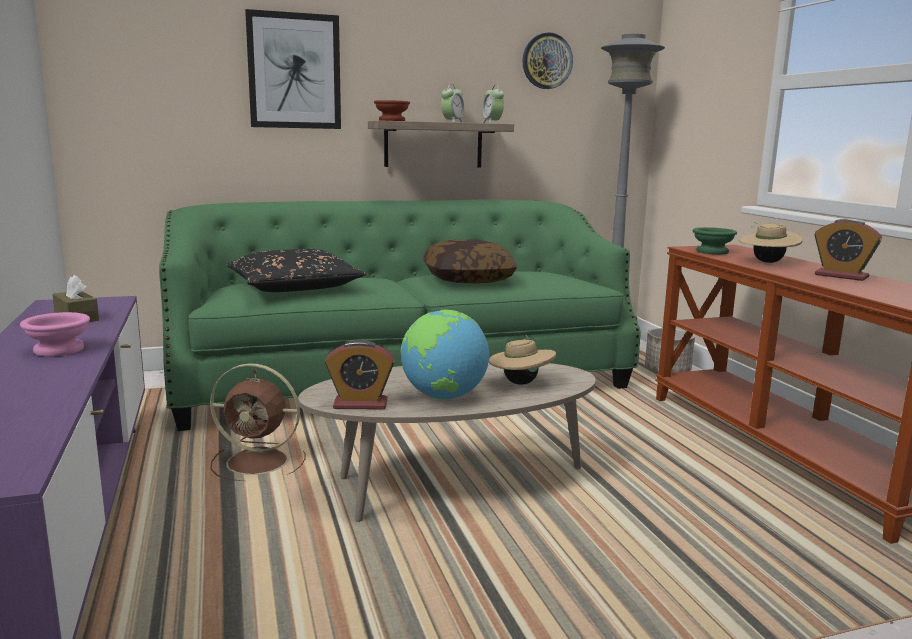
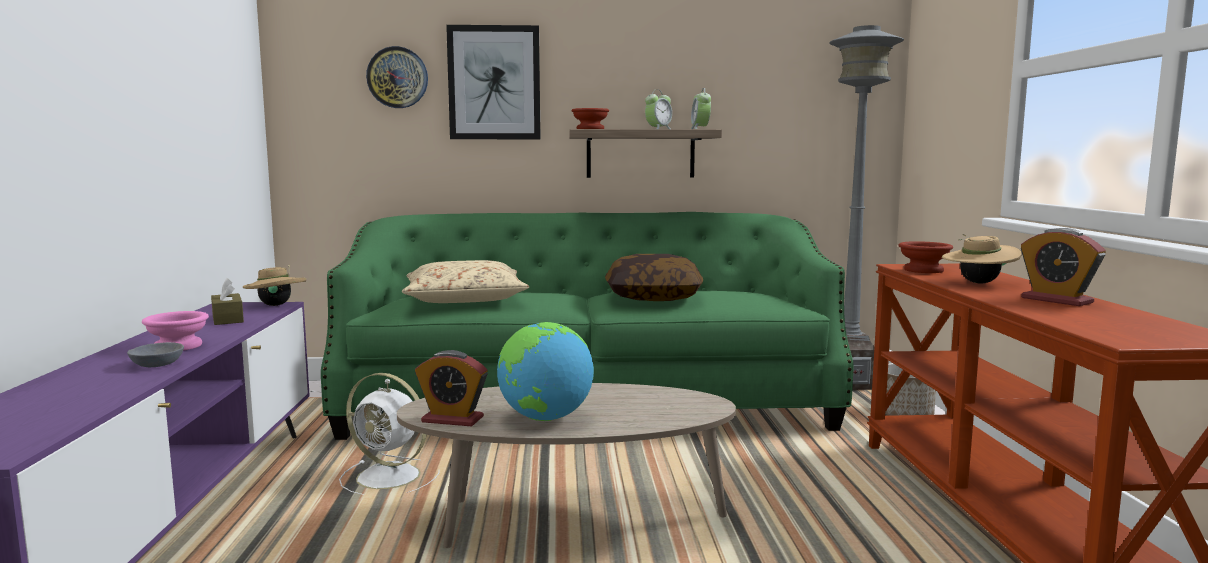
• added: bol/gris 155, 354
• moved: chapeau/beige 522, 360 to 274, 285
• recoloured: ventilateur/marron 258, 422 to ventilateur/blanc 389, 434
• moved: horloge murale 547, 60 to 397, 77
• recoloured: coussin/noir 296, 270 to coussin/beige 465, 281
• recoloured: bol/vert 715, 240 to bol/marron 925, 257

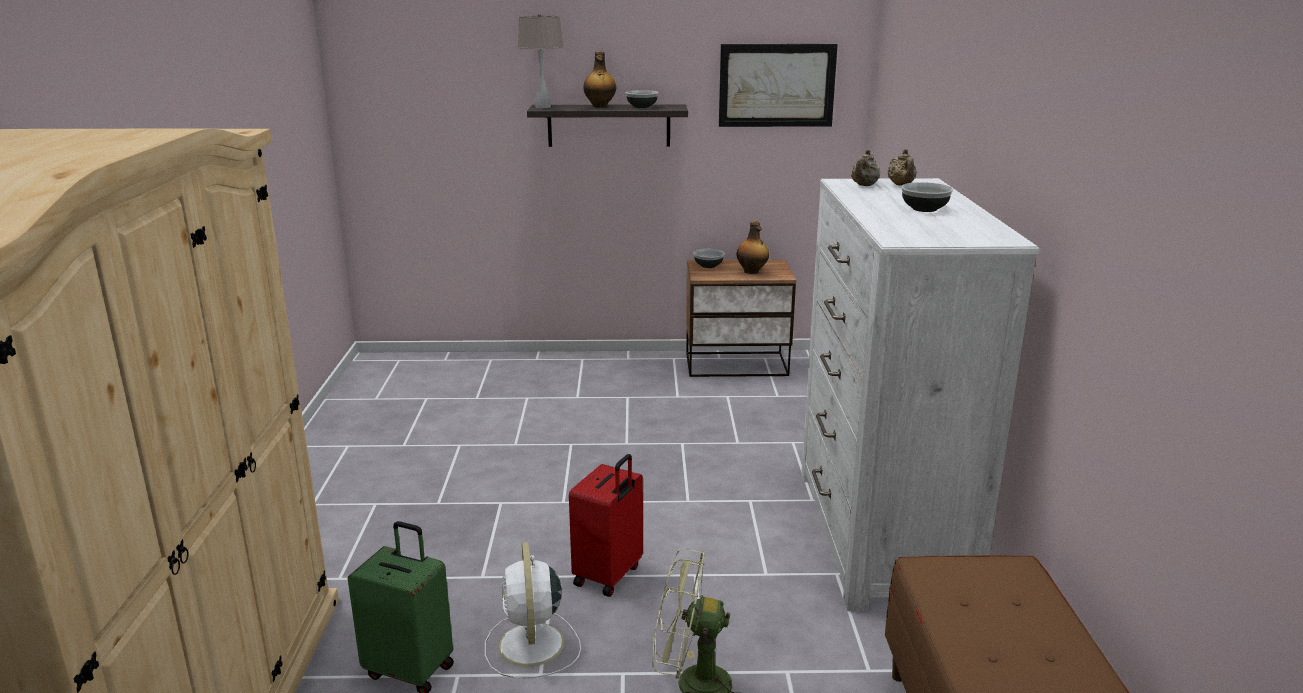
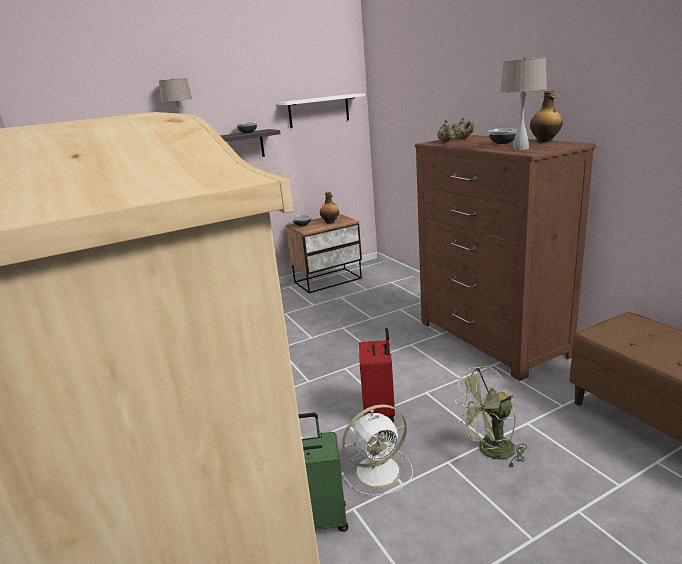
• replaced: tableau 778, 85 to étagère/blanc 321, 110
• turned: ventilateur/blanc 533, 610 = 377, 450 75 degrees counterclockwise
• recoloured: commode/blanc 920, 394 to commode/marron 505, 258
• added: lampe de table/beige 523, 103
• moved: bouteille 599, 79 to 546, 116

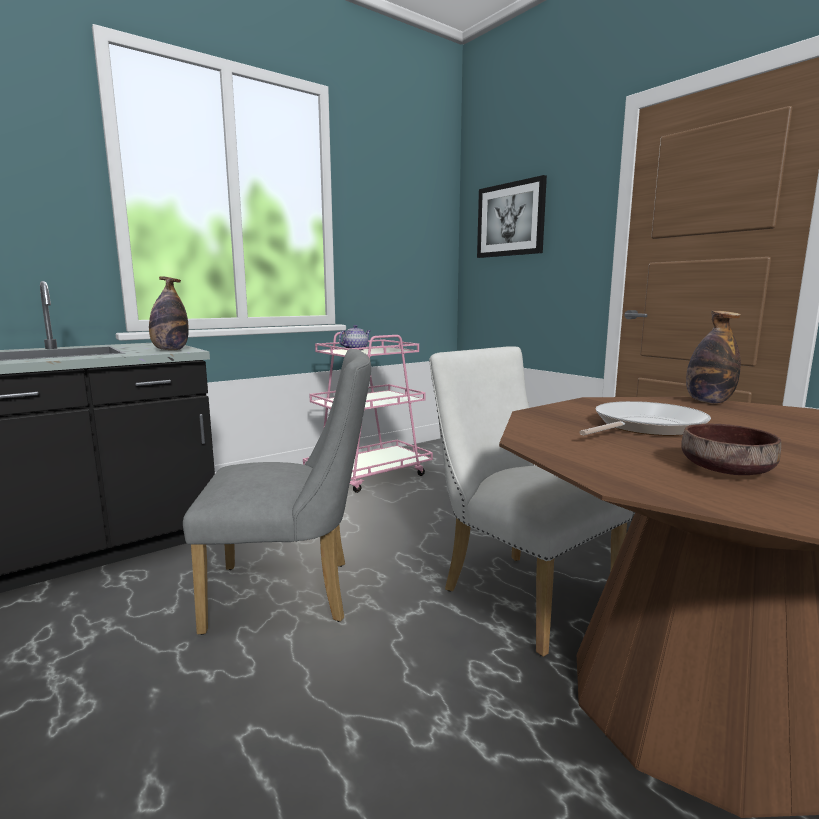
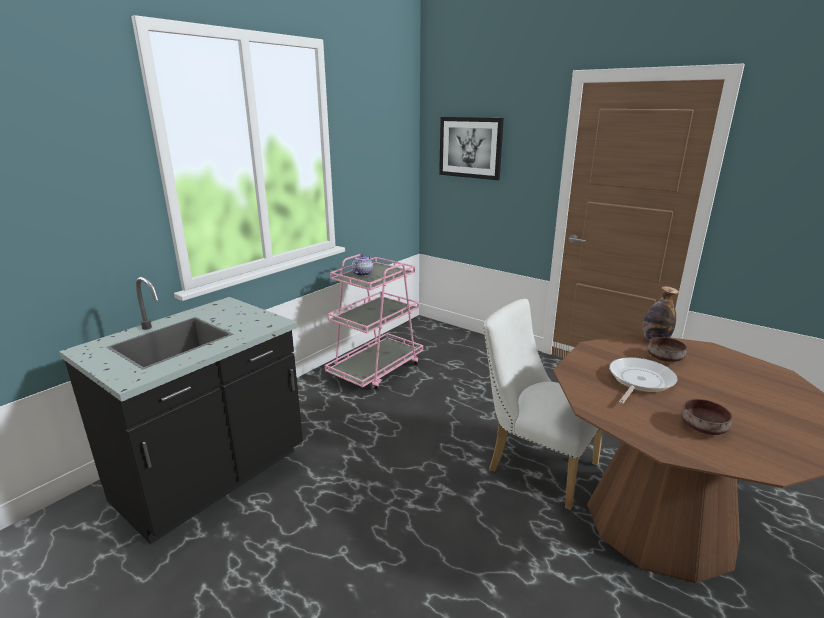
• added: bol/marron 667, 349
• removed: bouteille 169, 313
• removed: chaise/gris 277, 492

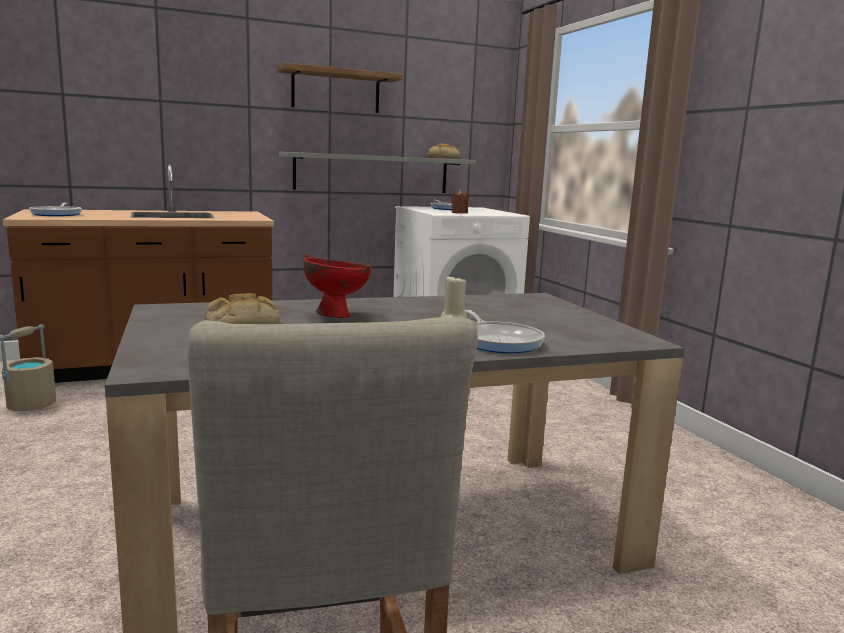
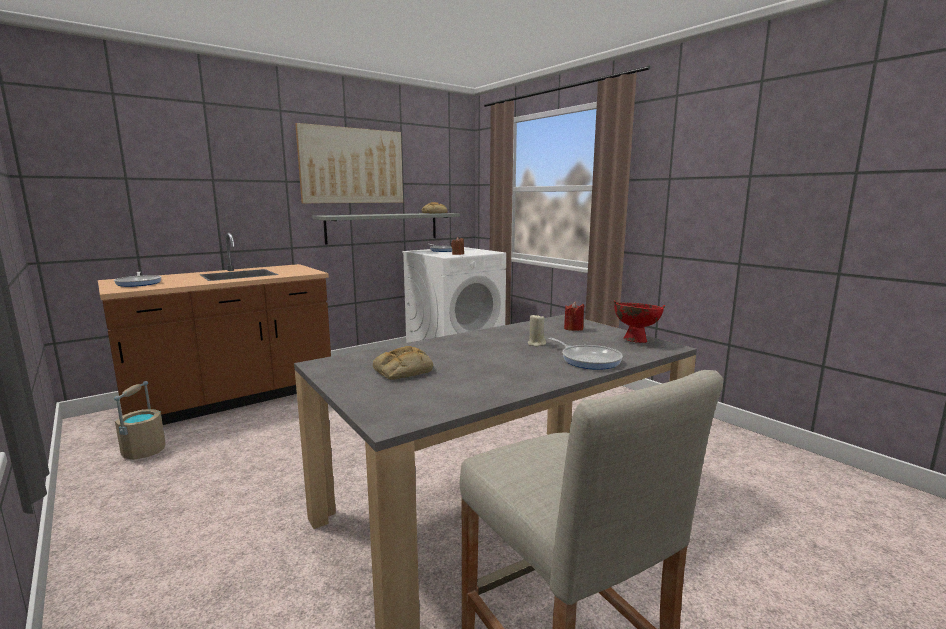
• replaced: étagère 340, 88 to tableau 349, 163
• added: bougie/rouge 574, 316
• moved: bol/rouge 337, 286 to 639, 321

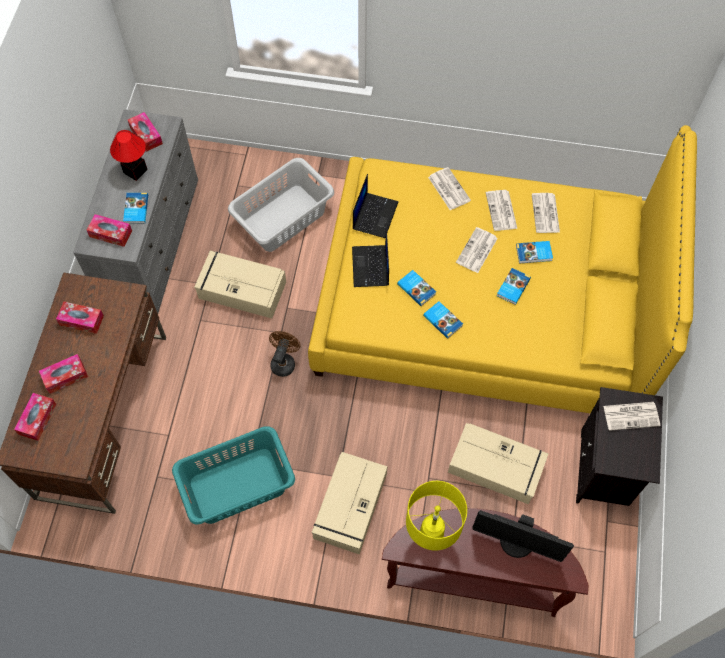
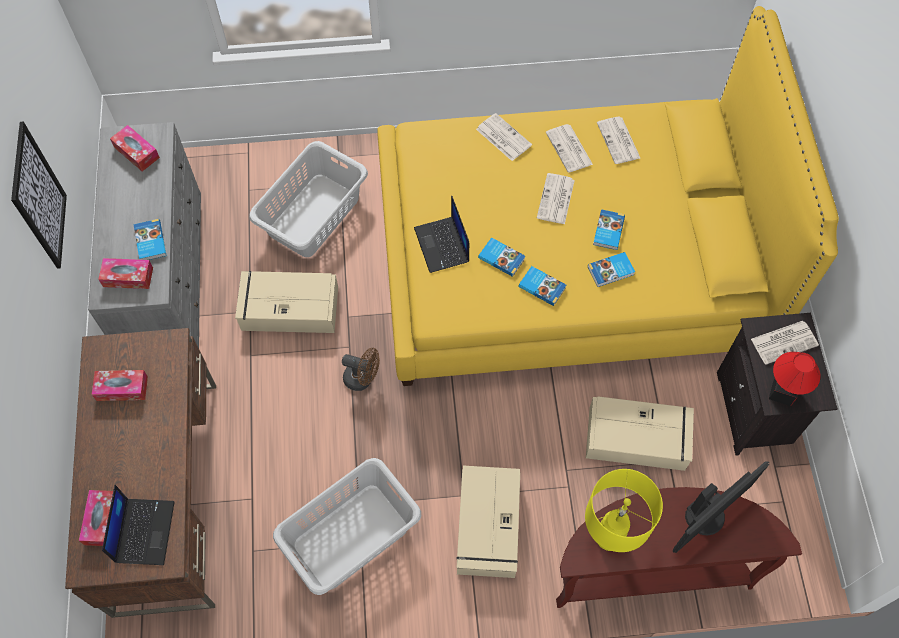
• added: tableau 39, 195
• moved: ordinateur portable 375, 206 to 138, 525
• recoloured: panier à linge/turquoise 233, 476 to panier à linge/gris 347, 526
• turned: ventilateur/marron 284, 354 = 361, 369 105 degrees clockwise
• moved: livre 534, 252 to 611, 269
• turned: écran d'ordinateur 523, 536 = 721, 507 45 degrees counterclockwise
• moved: lampe de table 129, 155 to 795, 379
• removed: boîte à mouchoirs 63, 374

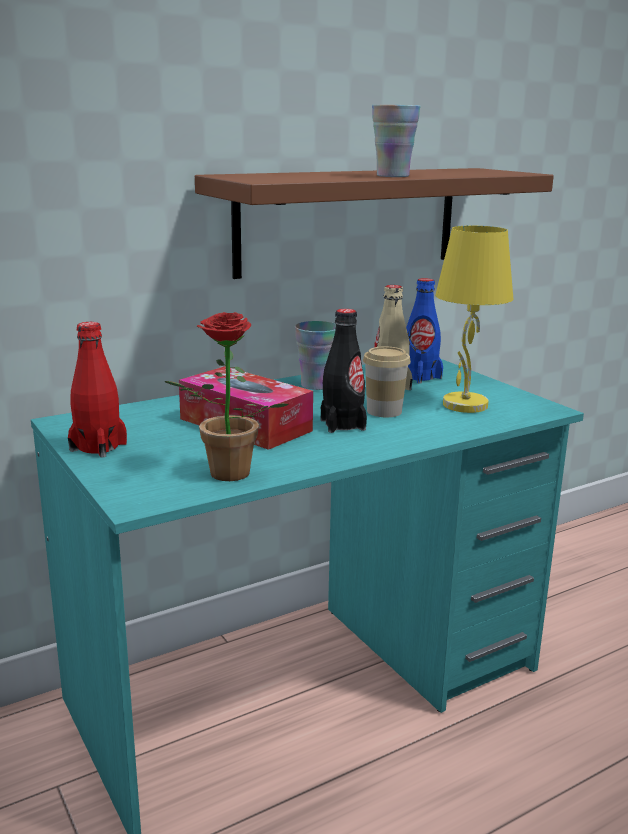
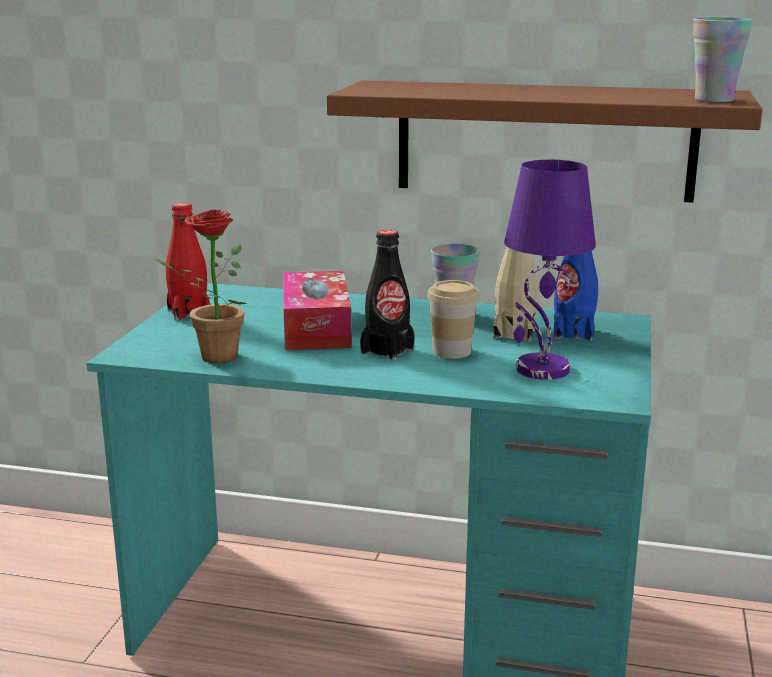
• recoloured: lampe de table/jaune 474, 319 to lampe de table/violet 550, 270
• moved: tasse 396, 141 to 723, 59

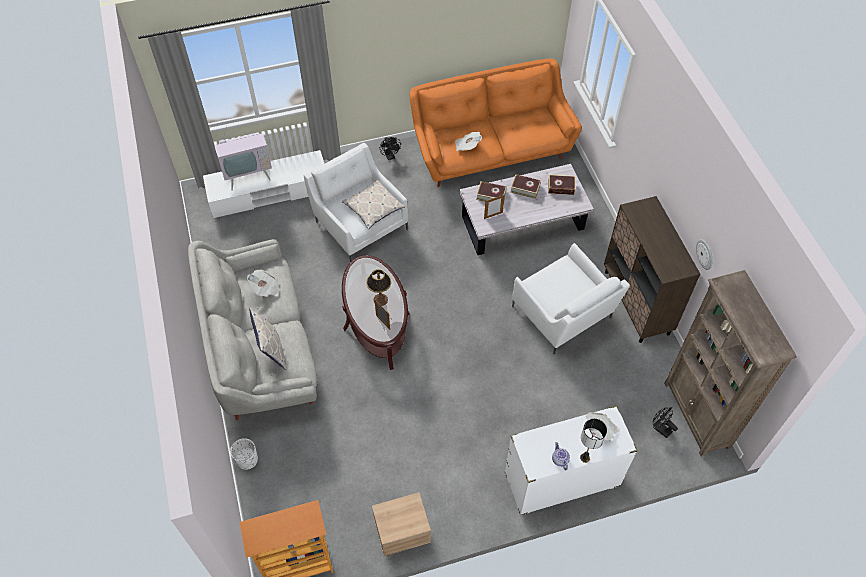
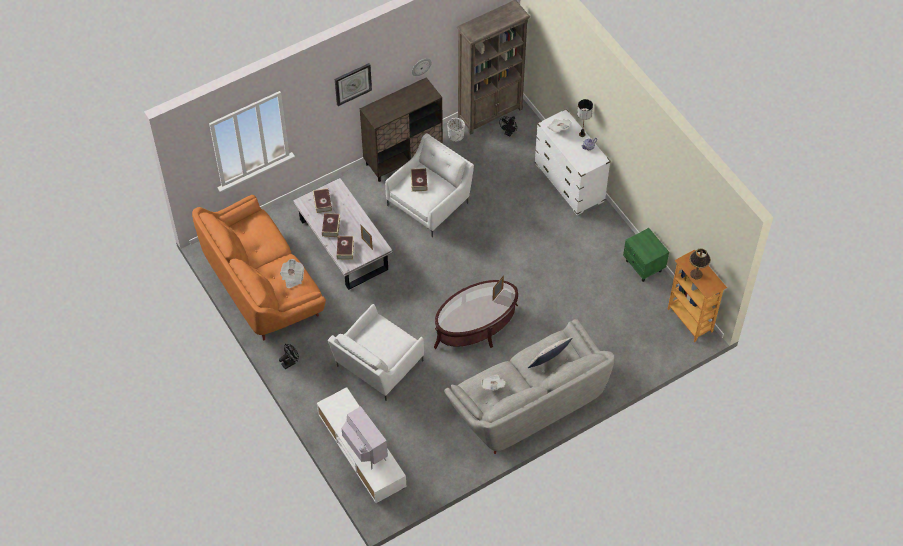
• added: horloge murale 353, 84
• added: livre 419, 180
• moved: cache-pot/blanc 244, 454 to 456, 130
• recoloured: table de chevet/beige 401, 524 to table de chevet/vert 646, 255
• moved: lampe de table 378, 287 to 700, 264
• removed: coussin 373, 204

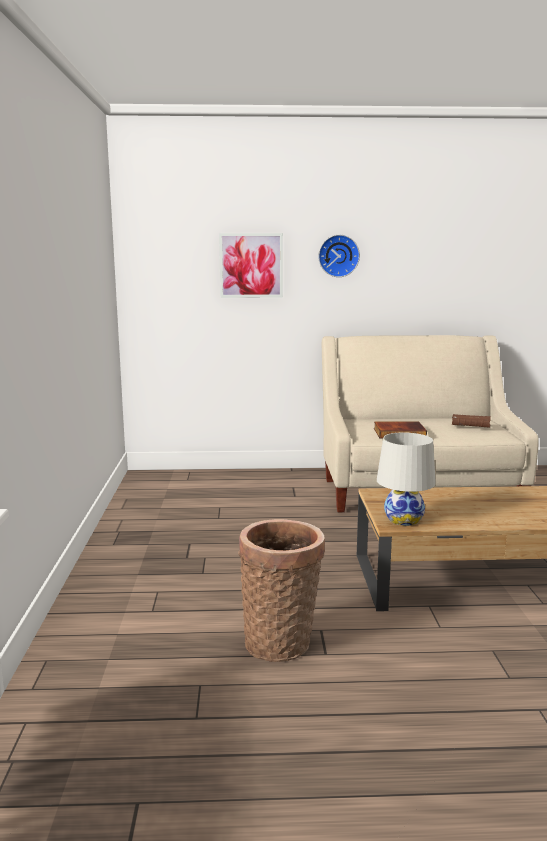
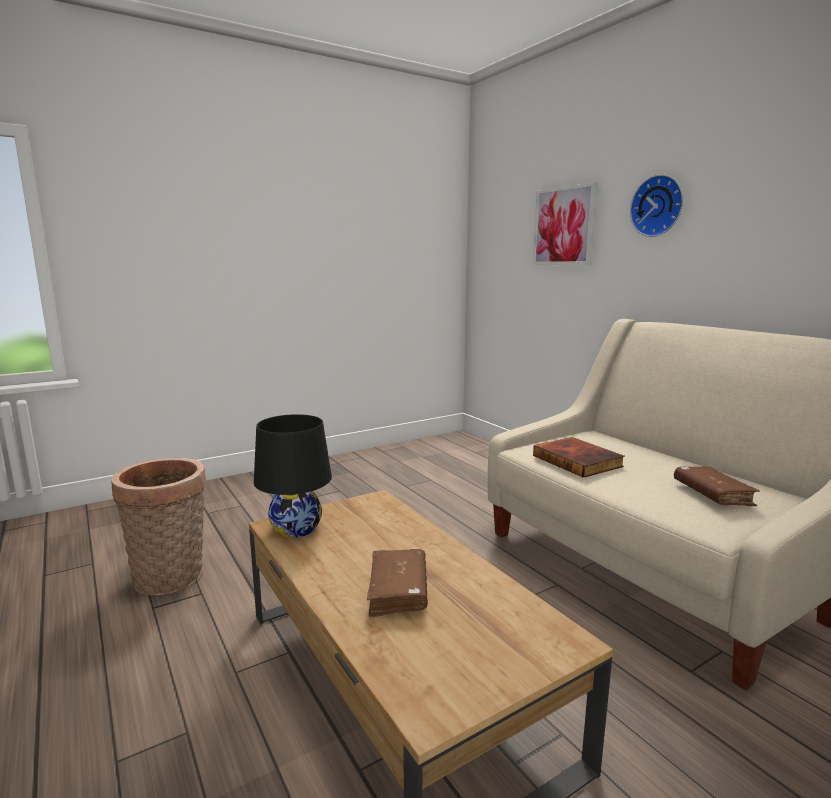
• recoloured: lampe de table/blanc 406, 479 to lampe de table/noir 293, 476
• added: livre/marron 397, 583

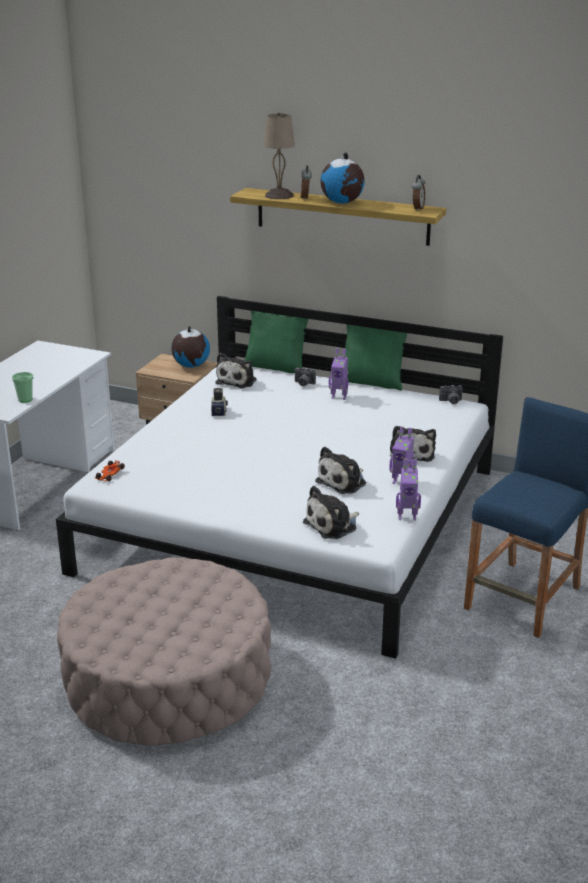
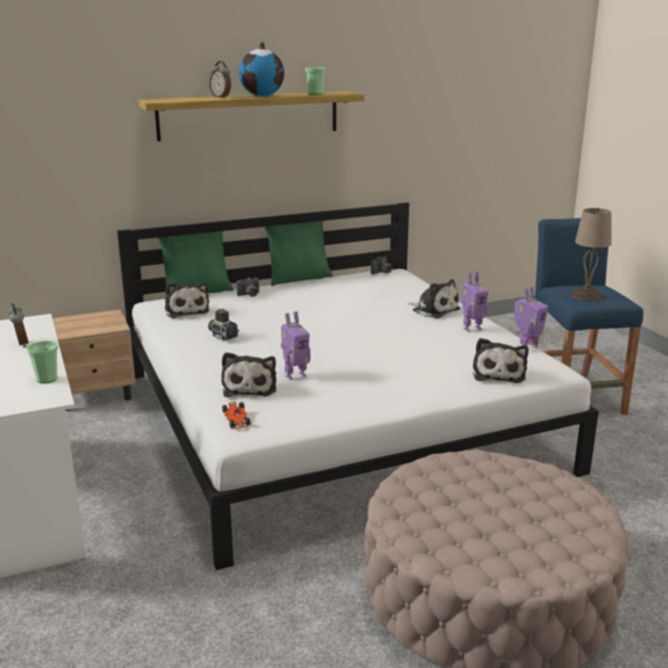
• moved: réveil 418, 193 to 18, 325
• moved: peluche 340, 470 to 248, 374
• moved: robot jouet 338, 374 to 295, 345
• added: tasse 315, 81
• moved: lampe de table/beige 279, 156 to 591, 254
• removed: globe 190, 347

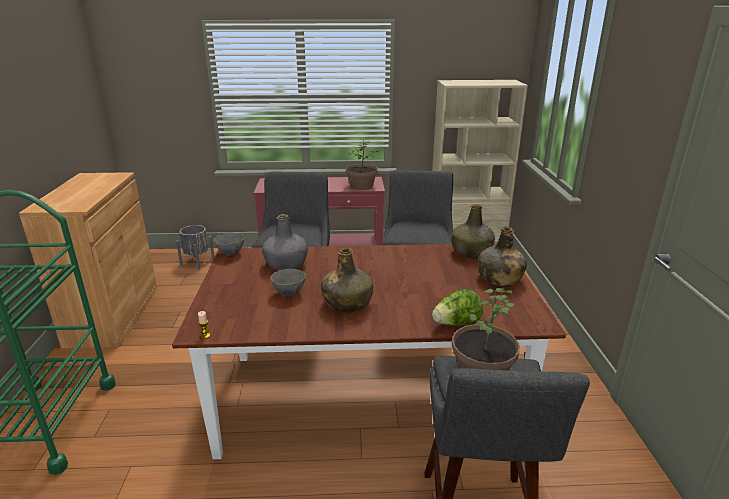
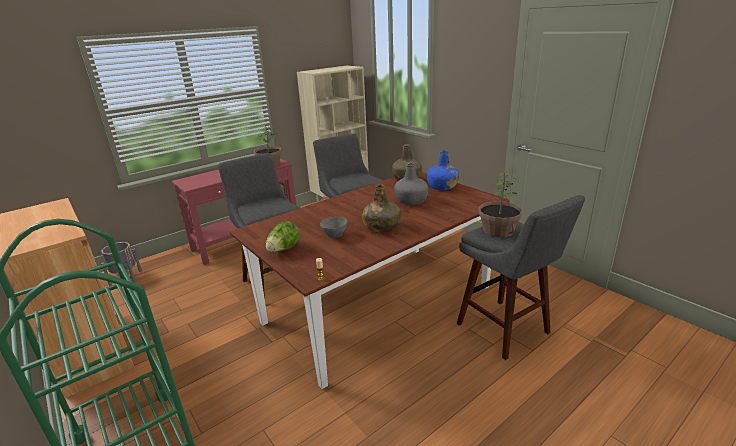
• moved: laitue 457, 307 to 283, 236
• moved: bouteille/gris 285, 242 to 411, 183
• recoloured: bouteille/vert 502, 256 to bouteille/bleu 443, 170
• removed: bol/gris 229, 244

